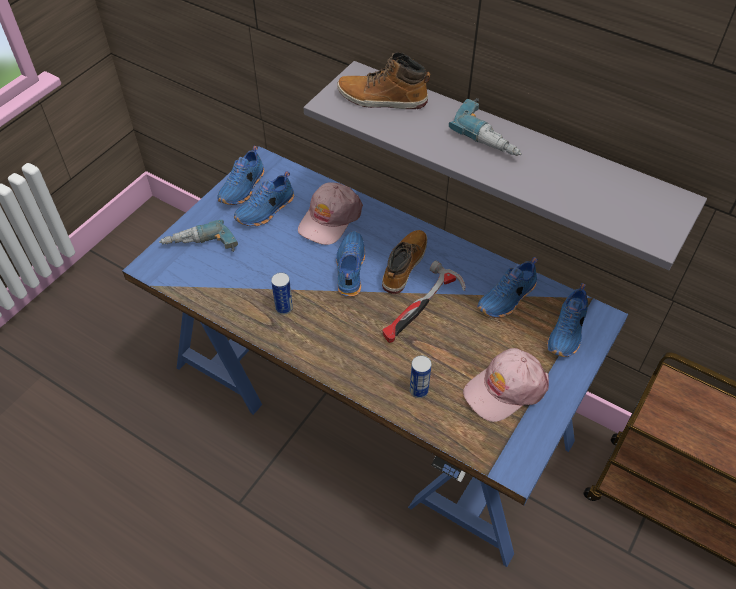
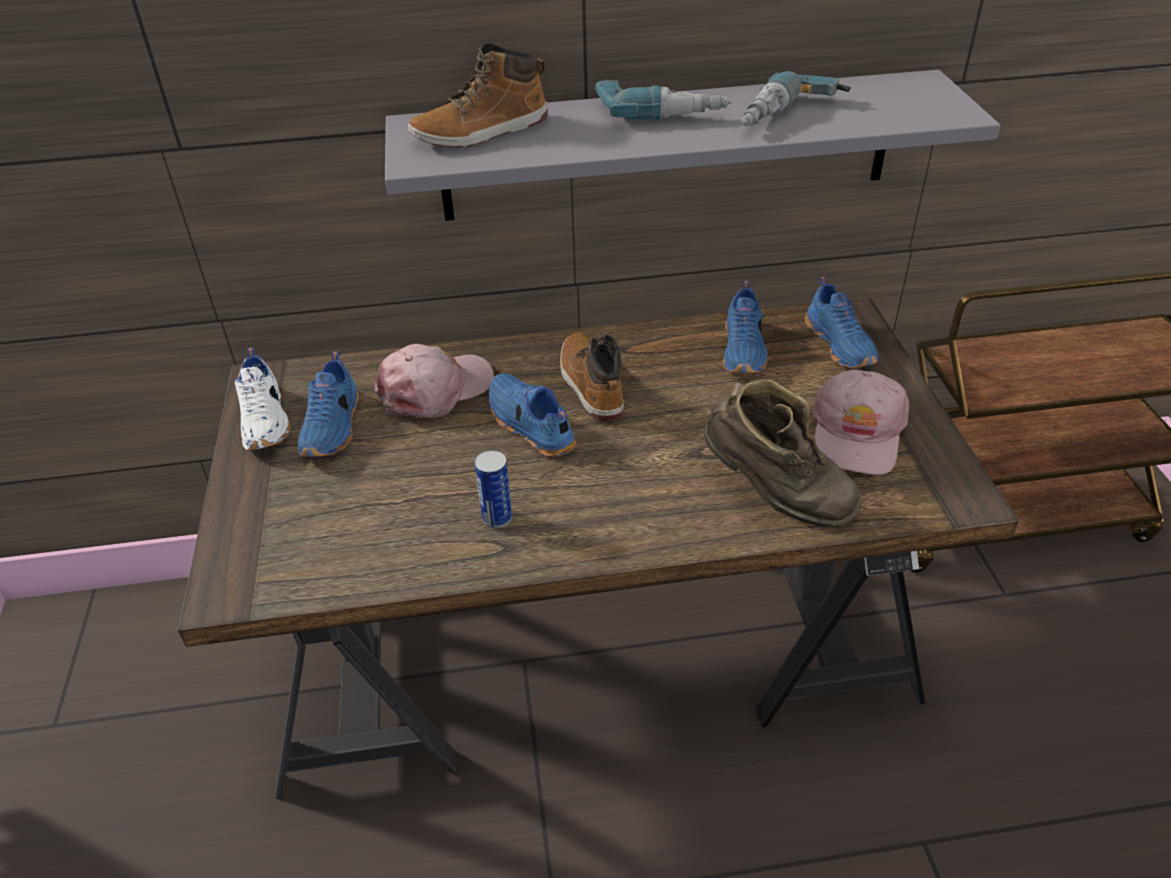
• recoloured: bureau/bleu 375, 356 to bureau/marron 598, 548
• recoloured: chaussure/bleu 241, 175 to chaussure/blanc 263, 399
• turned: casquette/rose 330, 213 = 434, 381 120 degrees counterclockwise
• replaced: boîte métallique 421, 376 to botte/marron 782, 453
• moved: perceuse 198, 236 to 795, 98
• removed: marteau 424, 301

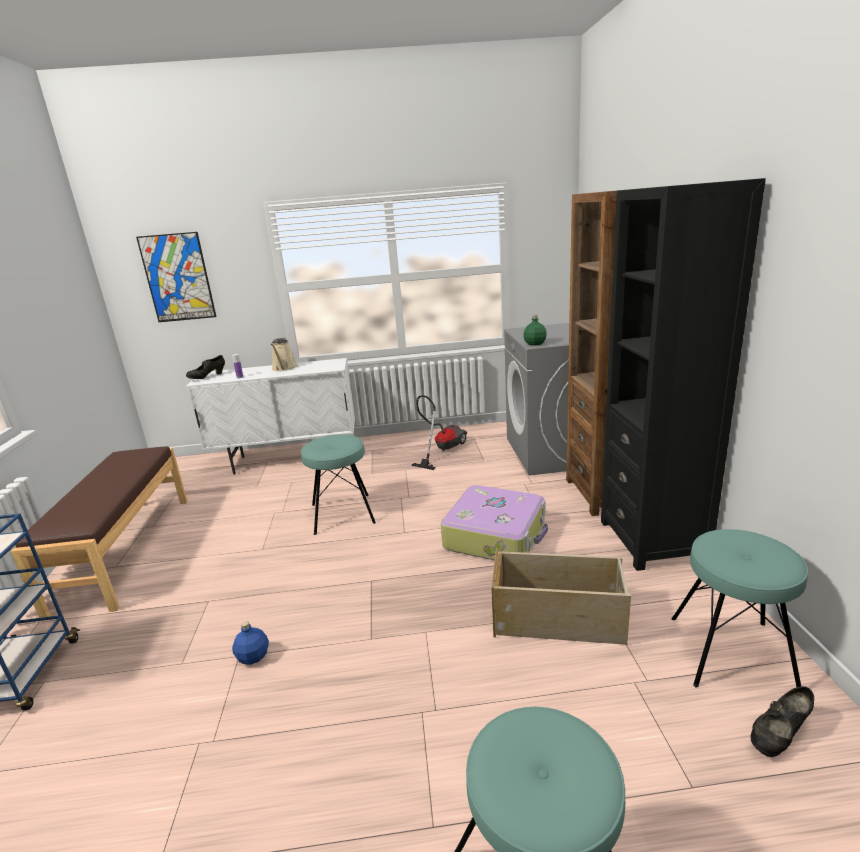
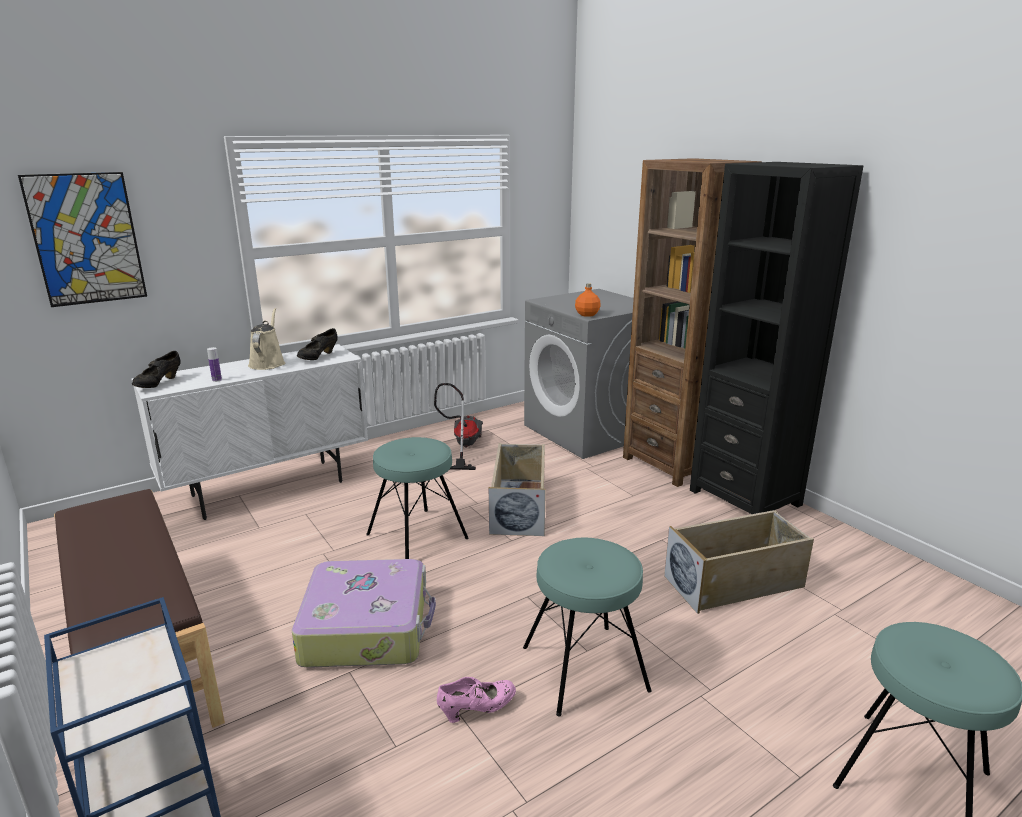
• turned: arrosoir/beige 284, 354 = 266, 339 150 degrees counterclockwise
• moved: valise 494, 522 to 364, 613
• moved: chaussure/noir 782, 721 to 317, 344
• replaced: bouteille/bleu 250, 643 to chaussure/rose 476, 700
• added: boîte de rangement/beige 517, 489
• moved: tabouret/turquoise 740, 608 to 587, 627
• recoloured: bouteille/vert 535, 330 to bouteille/orange 588, 300

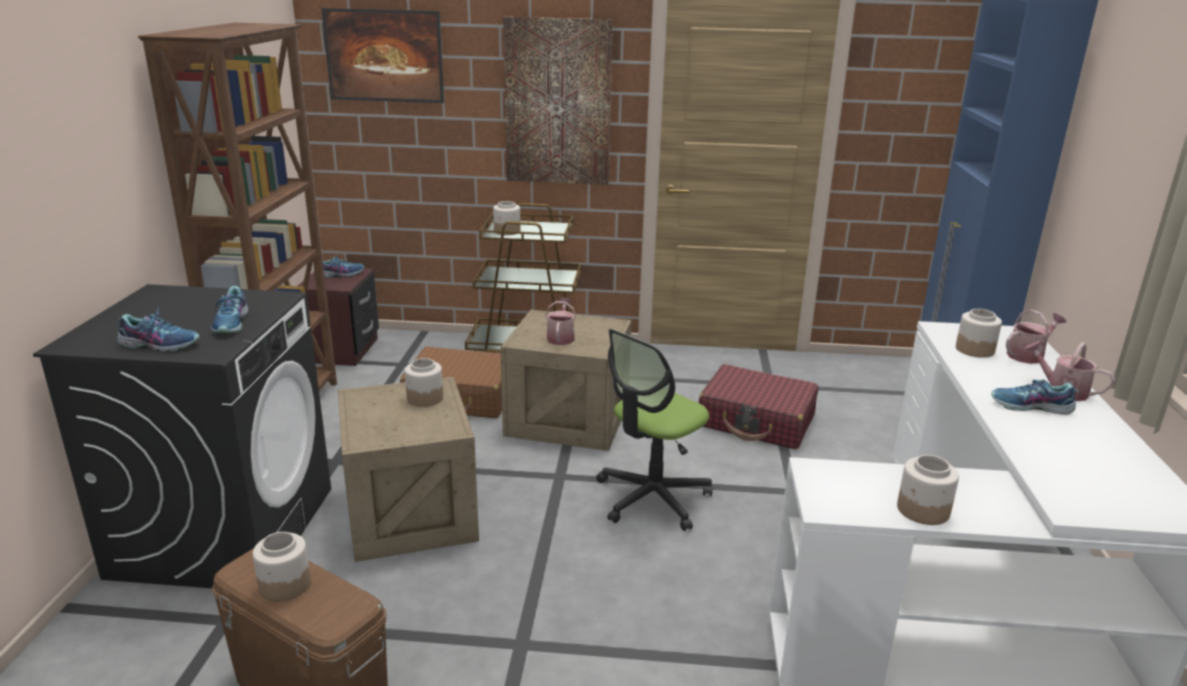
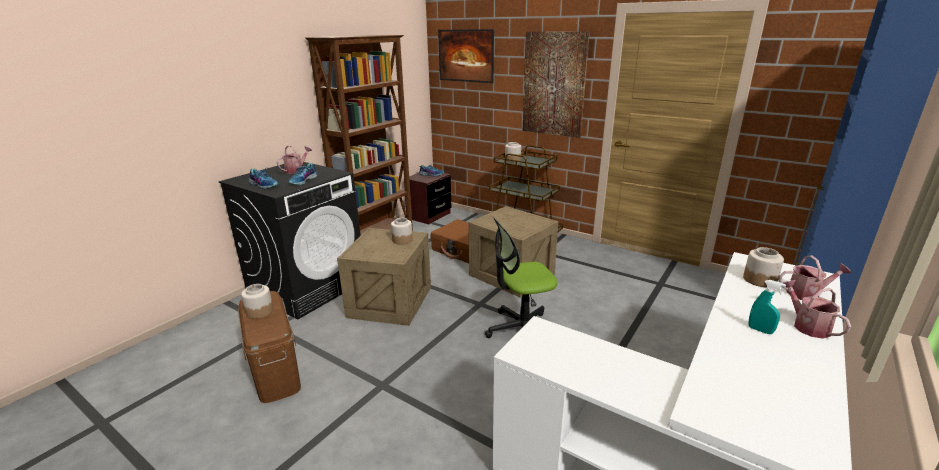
• moved: arrosoir 560, 321 to 294, 159
• replaced: chaussure 1035, 397 to vaporisateur/turquoise 767, 307
• removed: valise/rouge 758, 406
• removed: bocal 928, 490

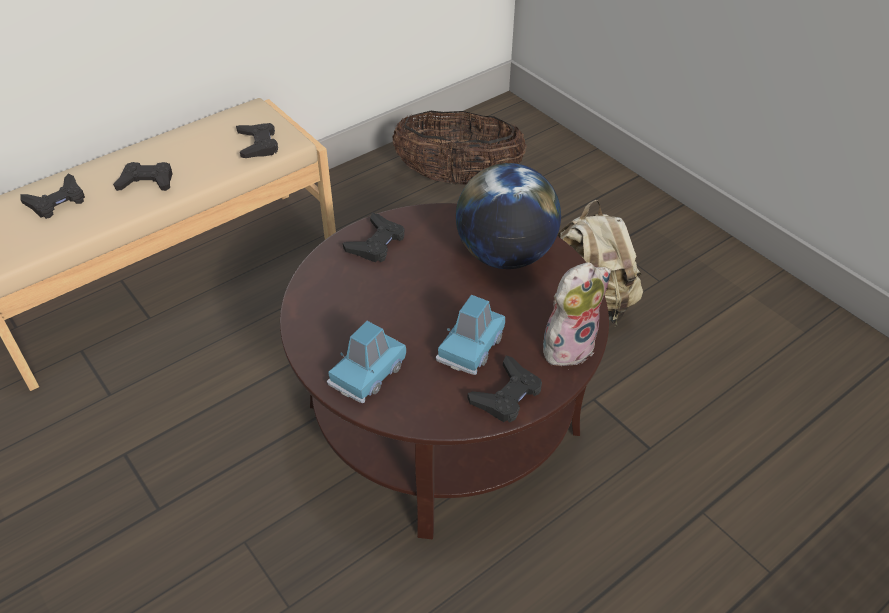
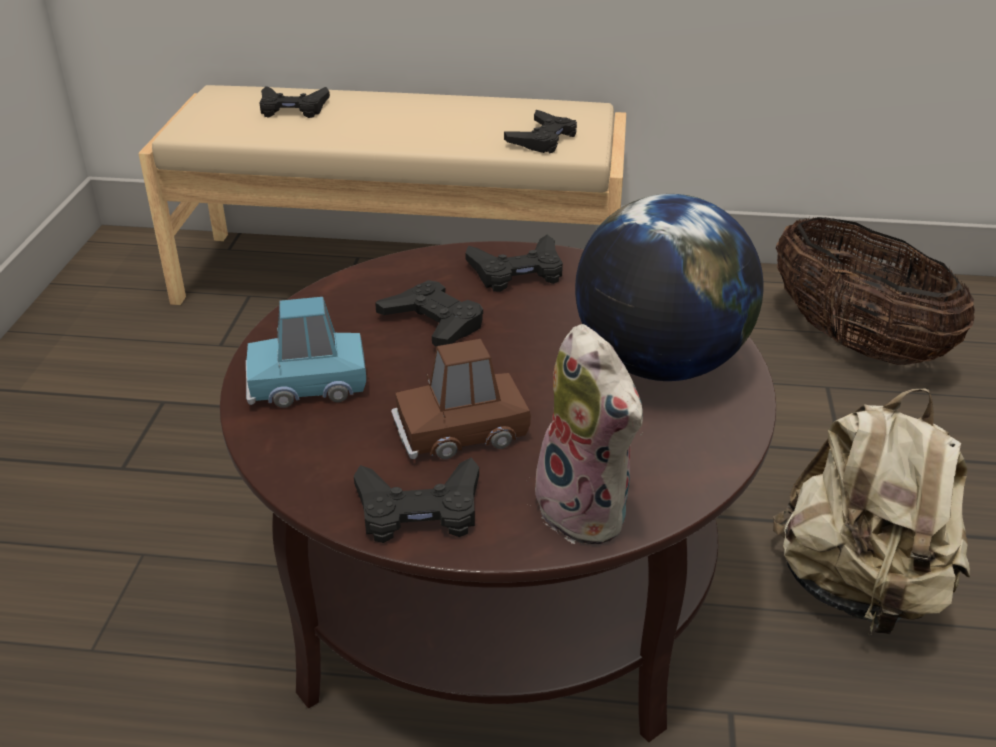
• moved: manette/noir 143, 176 to 429, 313
• recoloured: petite voiture/bleu 470, 335 to petite voiture/marron 461, 399
• turned: peluche 577, 314 = 589, 434 45 degrees clockwise

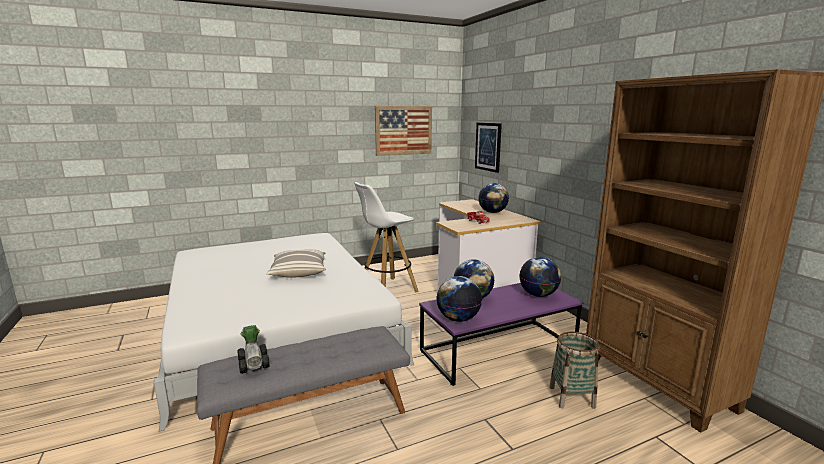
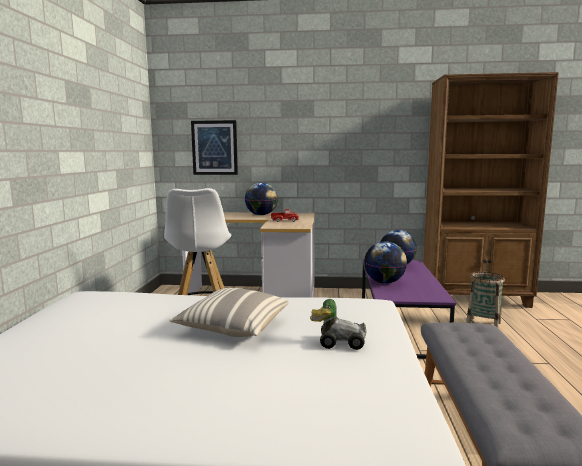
• moved: petite voiture 253, 349 to 338, 324
• removed: tableau 403, 131
• removed: globe 459, 299

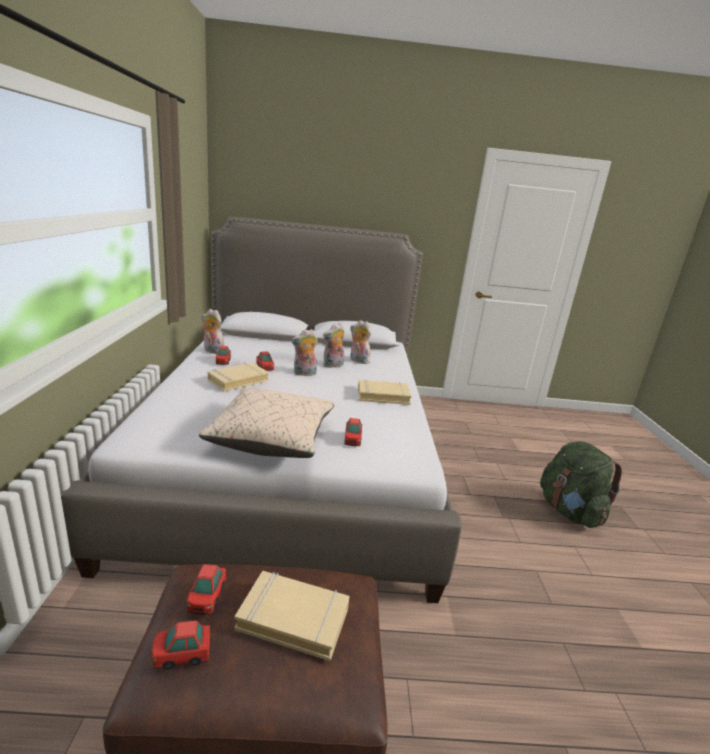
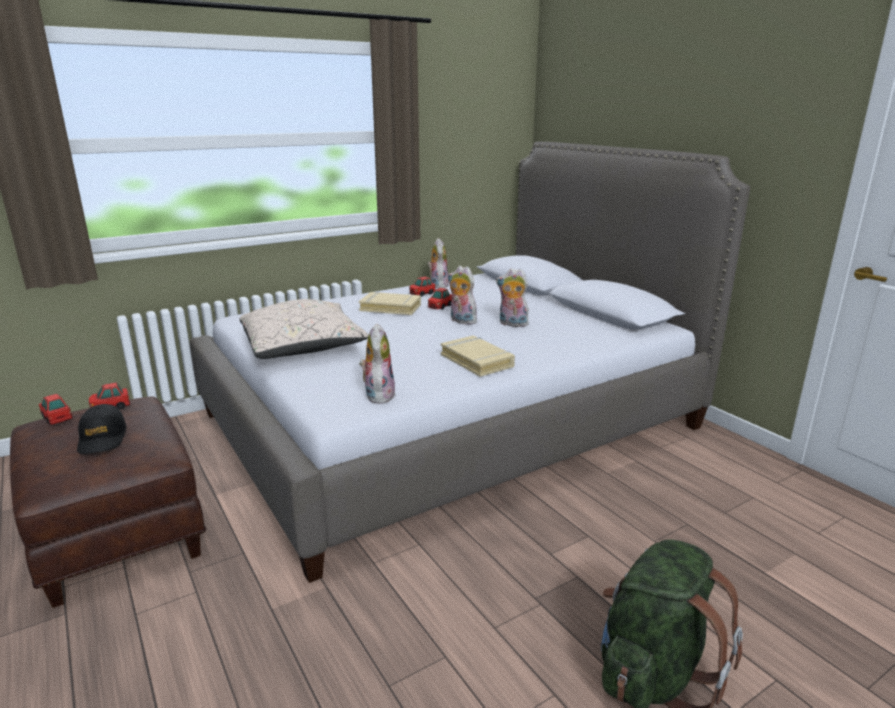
• replaced: livre/beige 292, 616 to casquette/noir 101, 429
• moved: peluche 360, 342 to 377, 363
• removed: petite voiture 353, 432

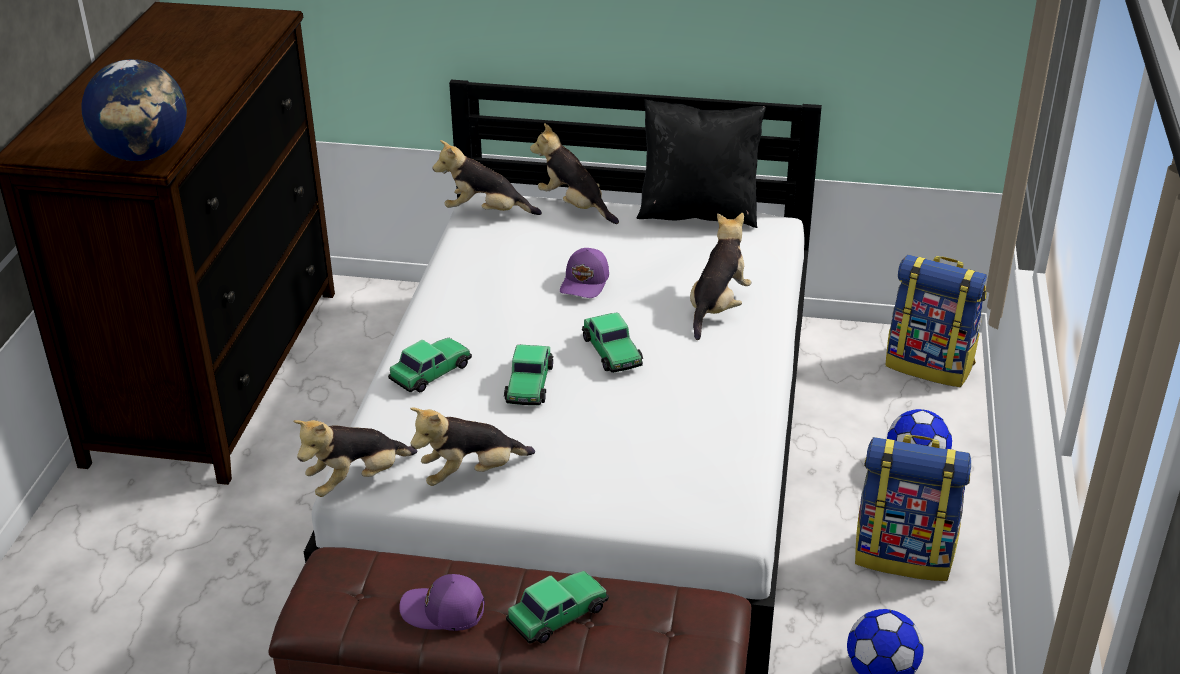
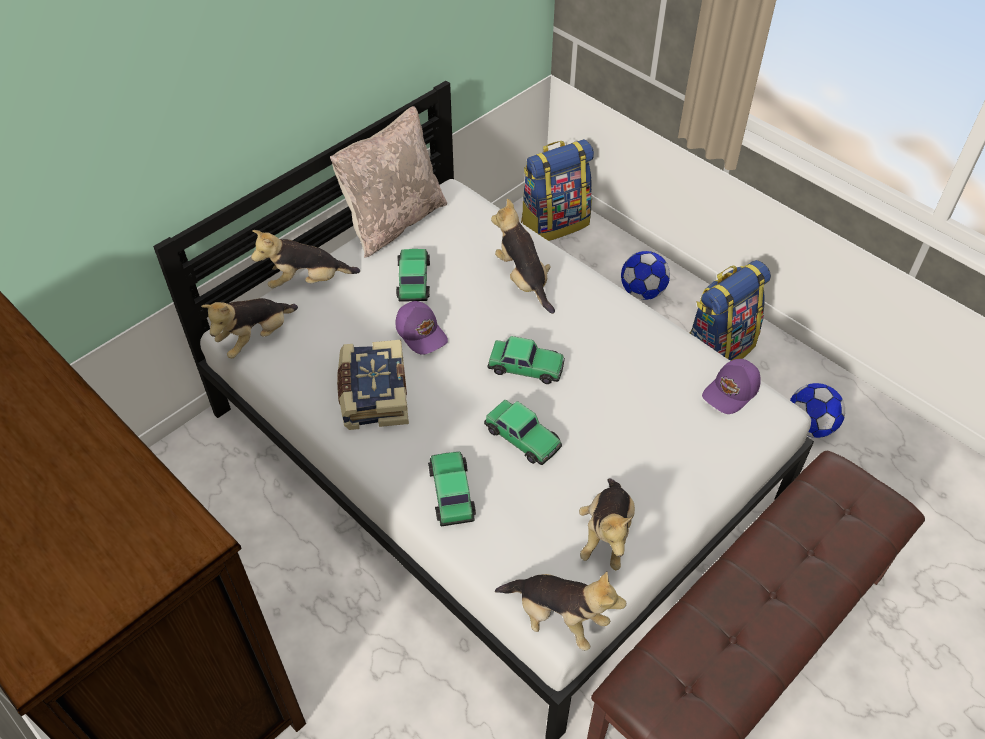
• recoloured: coussin/noir 701, 163 to coussin/beige 388, 182
• added: livre 373, 385
• moved: petite voiture 557, 607 to 413, 275
• turned: peluche 355, 458 = 560, 611 60 degrees counterclockwise
• moved: casquette/violet 442, 602 to 731, 386
• removed: globe 134, 110

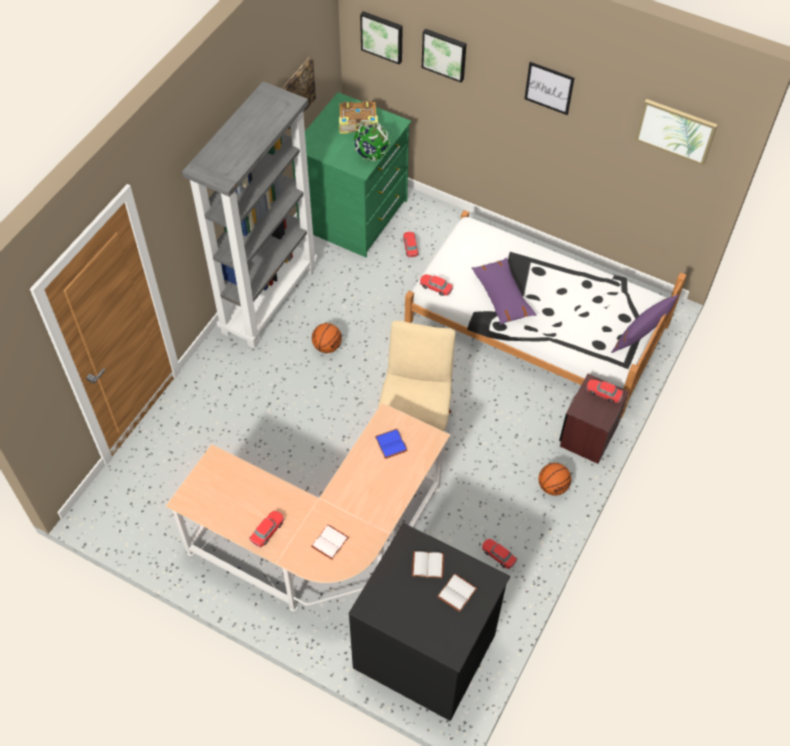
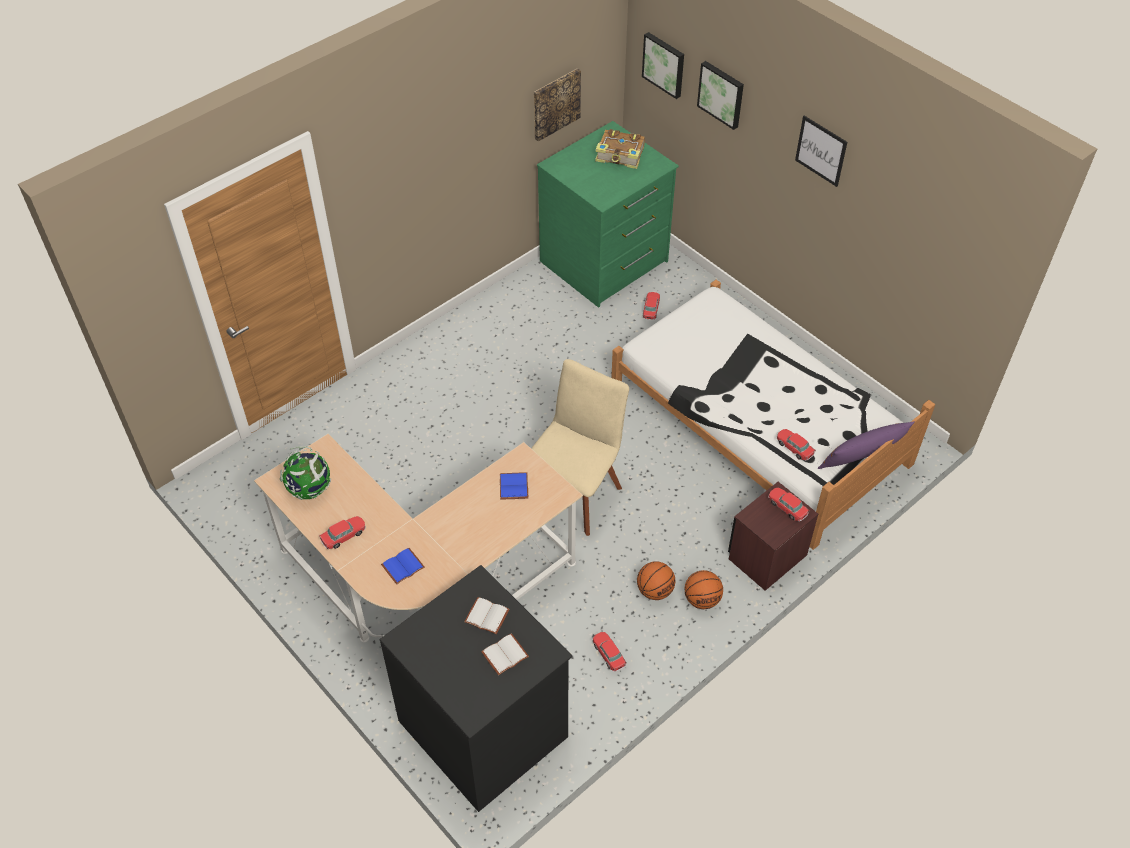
• moved: globe 372, 141 to 305, 473
• recoloured: livre/blanc 330, 542 to livre/bleu 403, 566
• moved: ballon de basket 327, 338 to 656, 580
• moved: petite voiture 436, 285 to 796, 445
• removed: bibliothèque/gris 250, 215
• removed: coussin/violet 504, 291
• removed: tableau 676, 132

